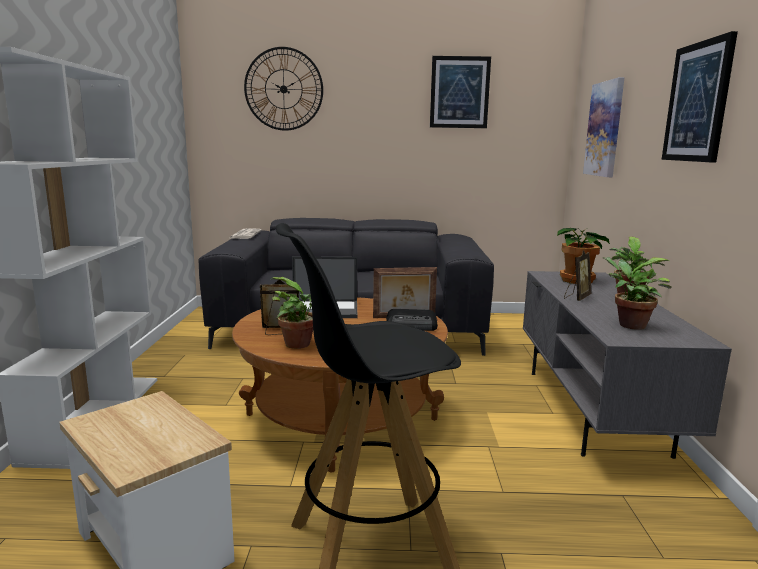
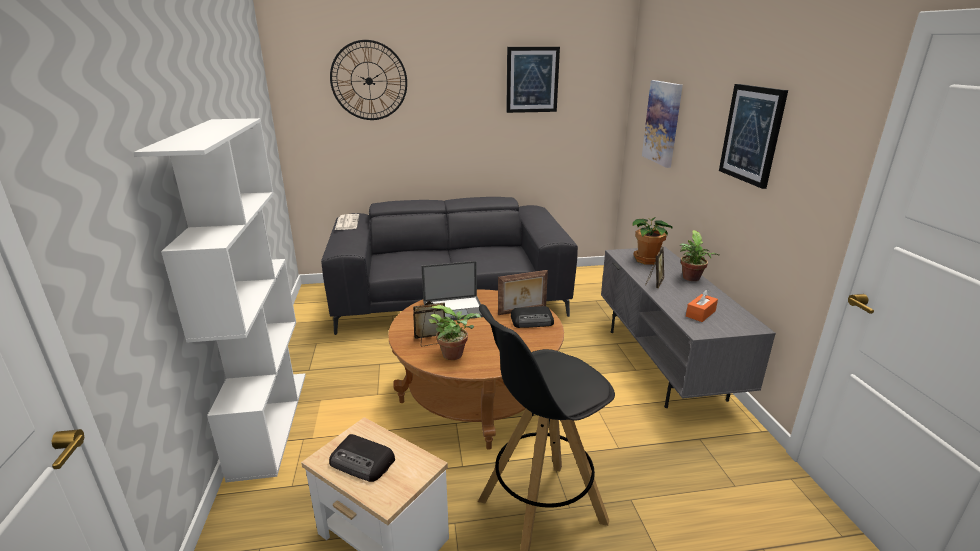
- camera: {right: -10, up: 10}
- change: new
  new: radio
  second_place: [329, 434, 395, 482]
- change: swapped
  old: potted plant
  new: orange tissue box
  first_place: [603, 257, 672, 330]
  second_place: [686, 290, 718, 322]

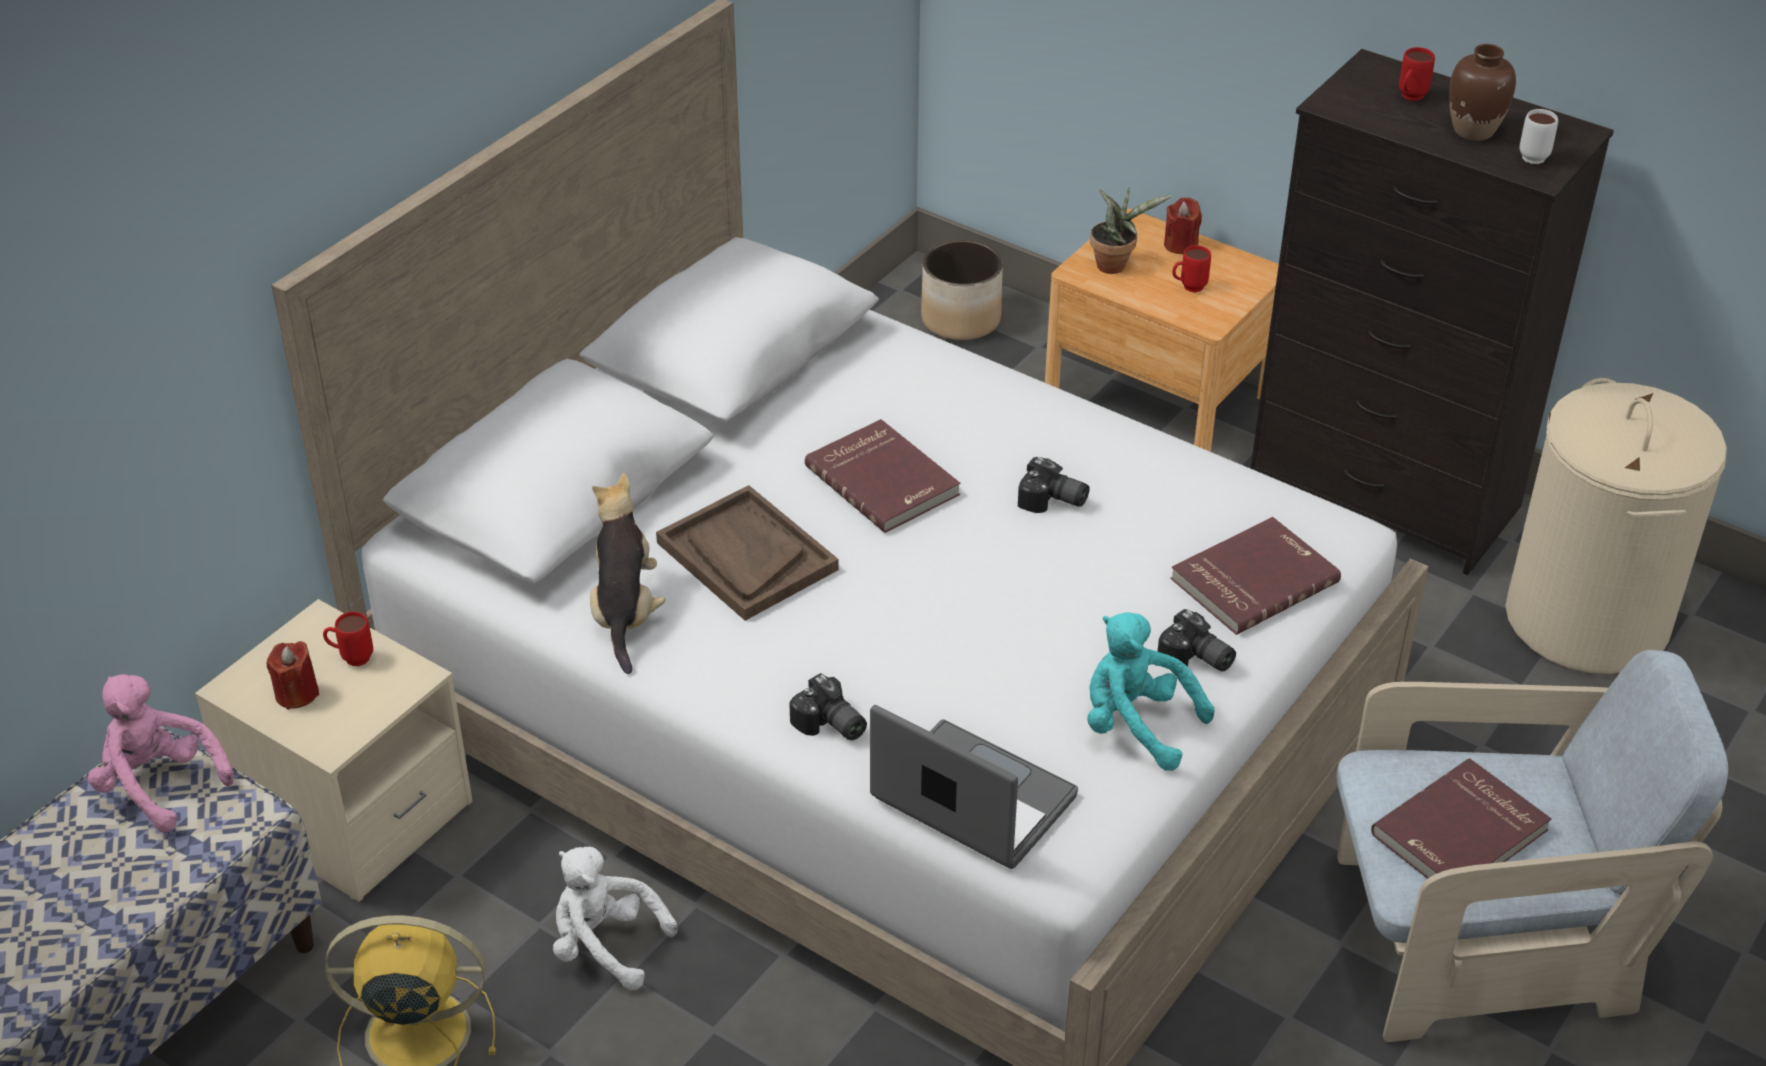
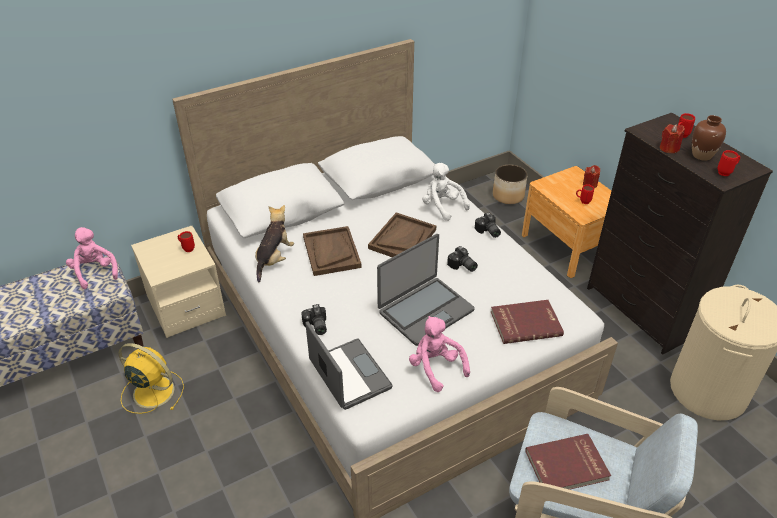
- camera: {right: 25, up: 0}
- change: gone
  old: potted plant
  first_place: [1090, 188, 1172, 274]
- change: new
  new: laptop
  second_place: [377, 234, 475, 346]
- change: shifted
  old: red candle
  first_place: [267, 641, 319, 710]
  second_place: [660, 124, 685, 153]
- change: shifted
  old: white plush toy
  first_place: [553, 847, 677, 990]
  second_place: [422, 163, 470, 221]
- change: shifted
  old: photo camera
  first_place: [1158, 609, 1236, 672]
  second_place: [475, 212, 501, 238]
- change: swapped
  old: red book
  new: brown tray
  first_place: [805, 419, 961, 533]
  second_place: [368, 213, 436, 257]
- change: repainted
  old: turquoise plush toy
  new: pink plush toy
  first_place: [1087, 612, 1215, 771]
  second_place: [409, 316, 470, 392]
- change: repainted
  old: white mug
  new: red mug
  first_place: [1519, 109, 1558, 164]
  second_place: [717, 150, 740, 176]

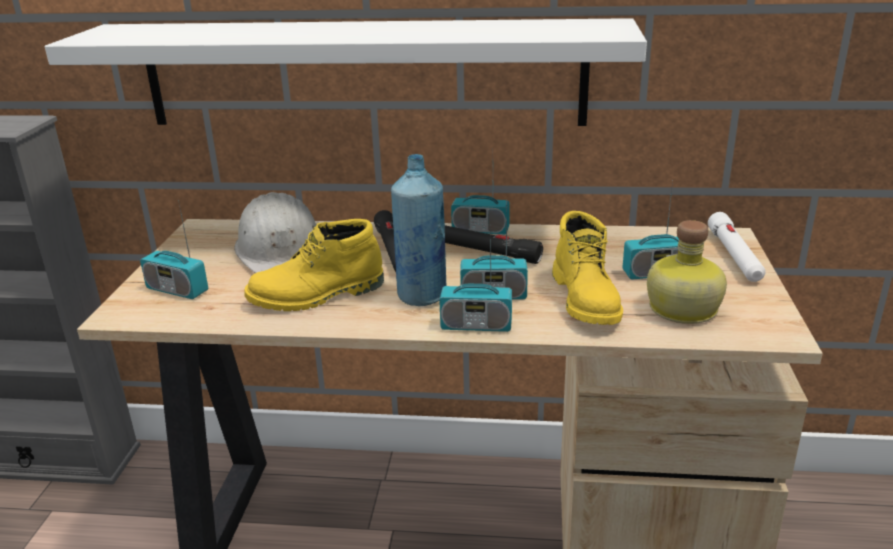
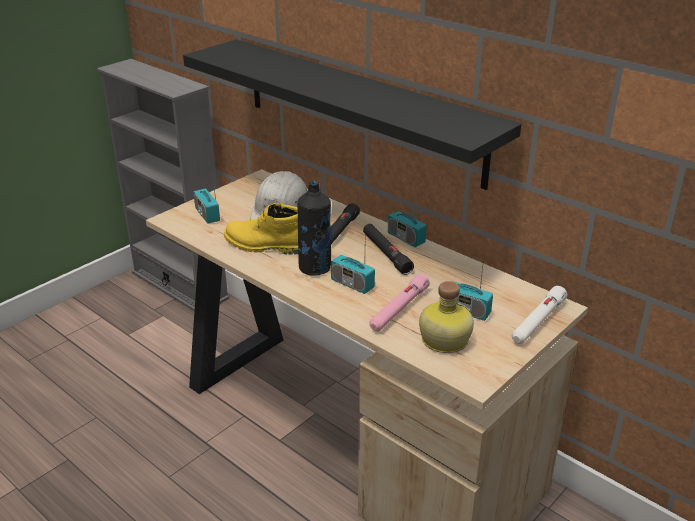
- camera: {right: 35, up: 5}
- change: gone
  old: radio
  first_place: [439, 225, 512, 332]
- change: swapped
  old: yellow boot
  new: pink flashlight
  first_place: [552, 211, 623, 325]
  second_place: [369, 274, 430, 331]
- change: repainted
  old: white shelf
  new: black shelf
  first_place: [45, 18, 647, 126]
  second_place: [183, 39, 521, 190]
- change: repainted
  old: blue bottle
  new: black bottle
  first_place: [391, 154, 446, 306]
  second_place: [297, 181, 331, 275]

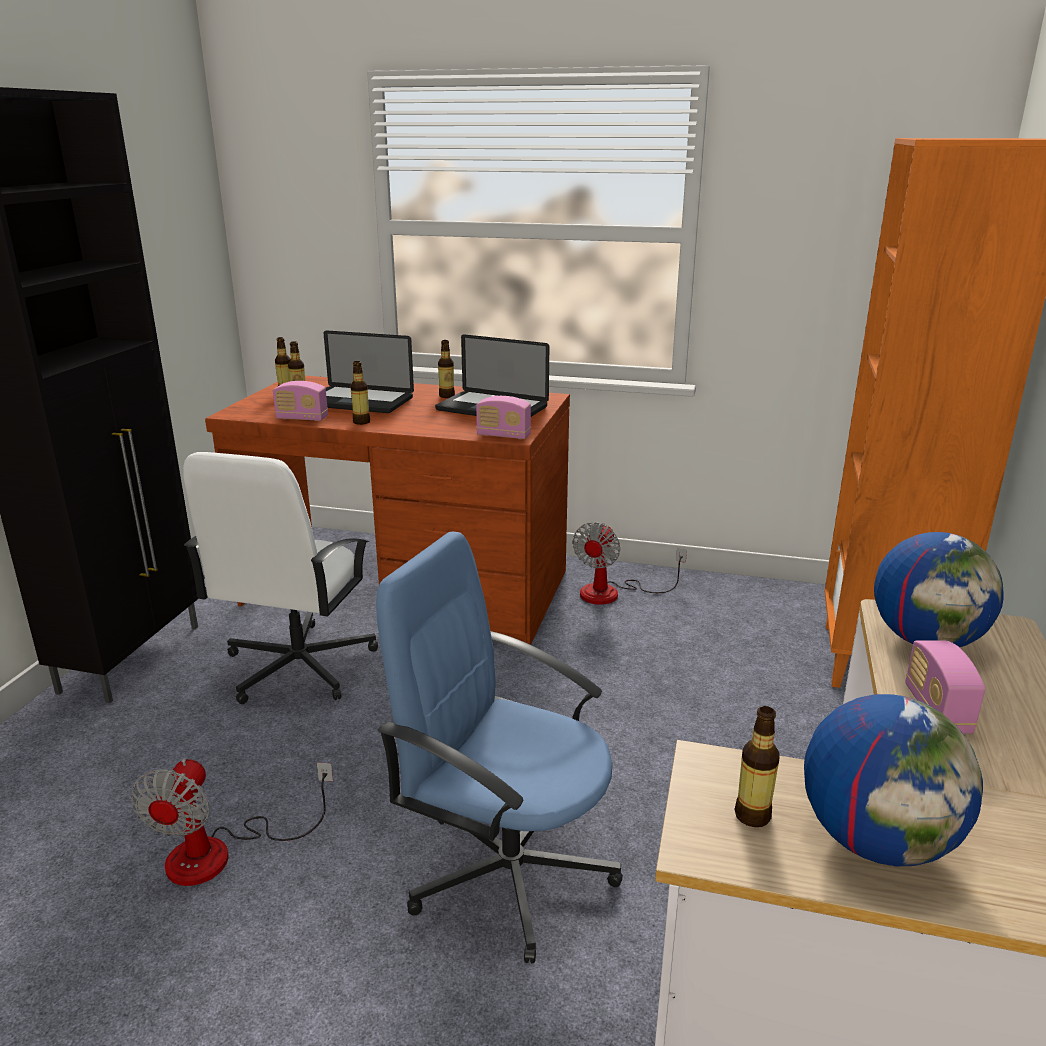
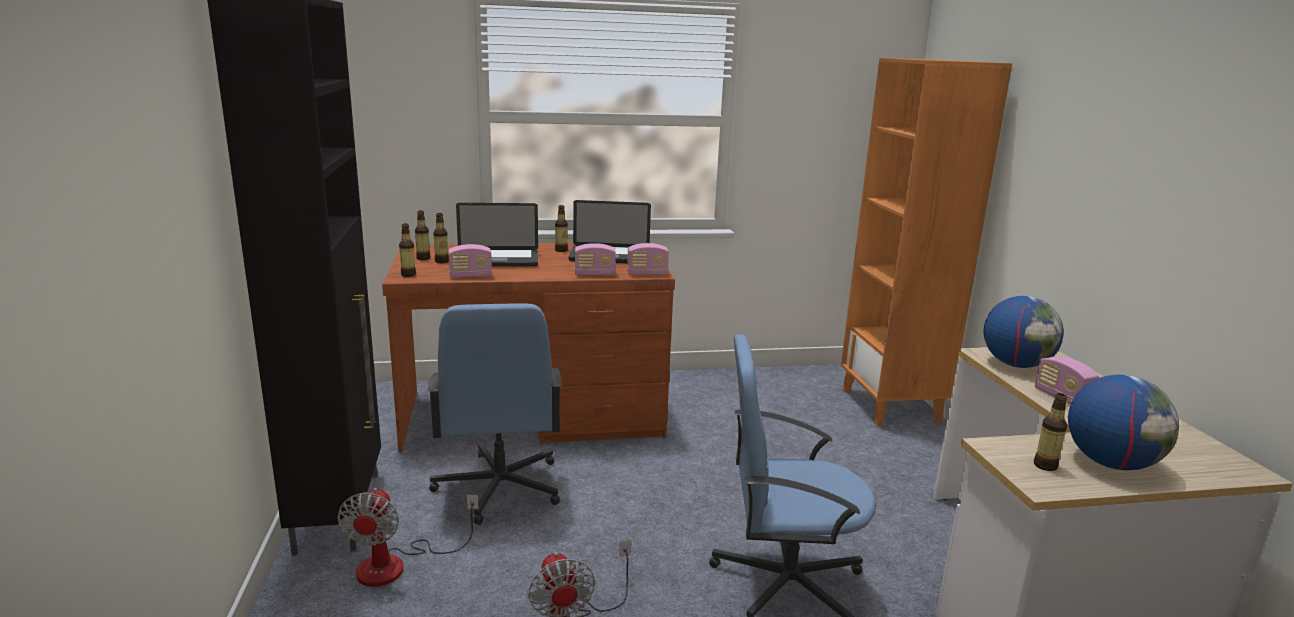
- camera: {right: -25, up: -5}
- change: new
  new: radio
  second_place: [575, 243, 616, 276]
- change: shifted
  old: bottle
  first_place: [350, 361, 370, 425]
  second_place: [399, 224, 416, 277]
- change: shifted
  old: fan
  first_place: [572, 522, 687, 605]
  second_place: [337, 488, 479, 587]
- change: repainted
  old: white office chair
  new: blue office chair
  first_place: [183, 452, 378, 704]
  second_place: [427, 303, 562, 525]

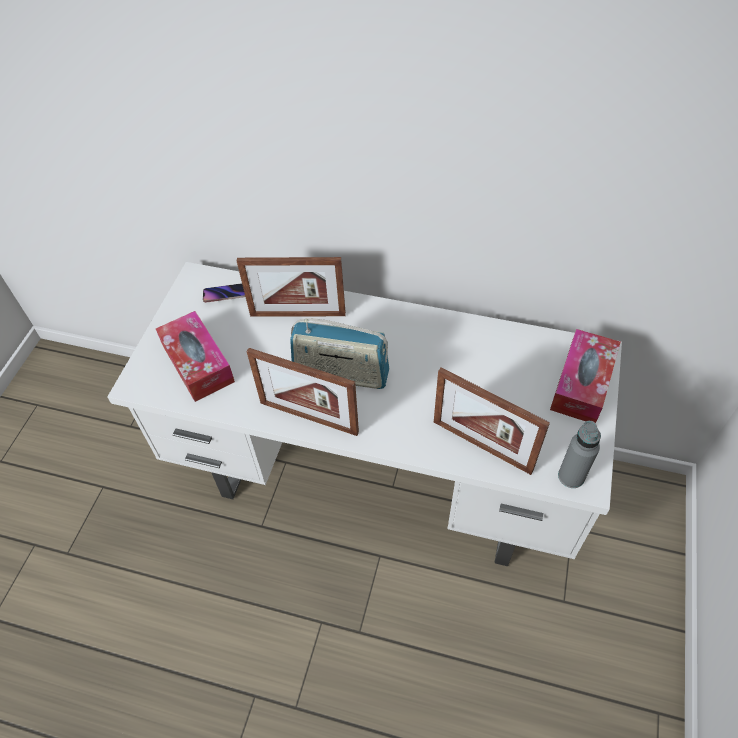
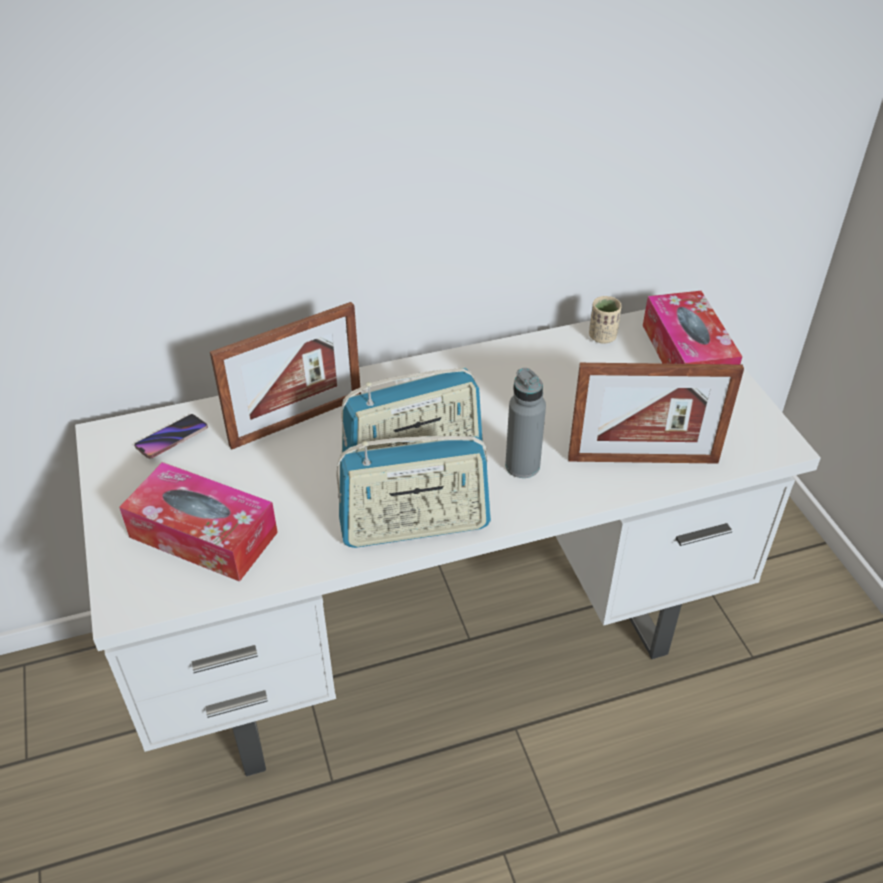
- camera: {right: -35, up: -10}
- change: new
  new: beige cup
  second_place: [589, 296, 622, 344]
- change: shifted
  old: grey bottle
  first_place: [558, 421, 601, 488]
  second_place: [505, 368, 546, 478]
- change: swapped
  old: picture frame
  new: radio
  first_place: [246, 348, 359, 436]
  second_place: [336, 435, 491, 548]

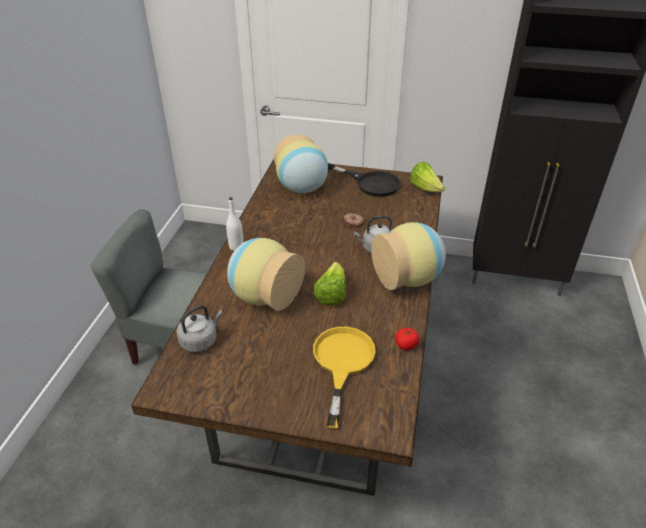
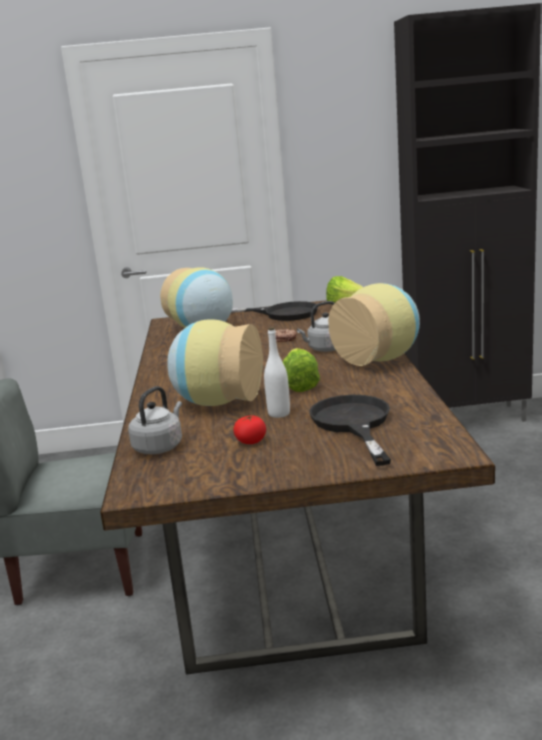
- camera: {right: -15, up: -20}
- change: shifted
  old: white bottle
  first_place: [226, 197, 244, 251]
  second_place: [264, 327, 290, 418]
- change: shifted
  old: tomato
  first_place: [395, 328, 419, 350]
  second_place: [233, 415, 266, 444]
- change: repainted
  old: yellow frying pan
  new: black frying pan
  first_place: [313, 327, 376, 429]
  second_place: [309, 395, 391, 466]

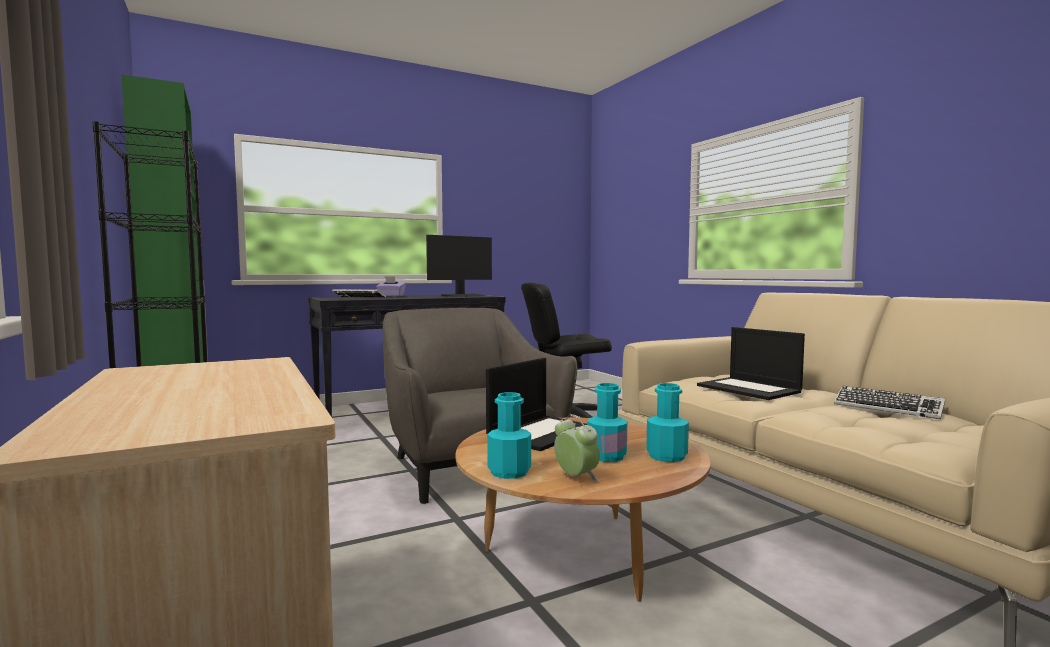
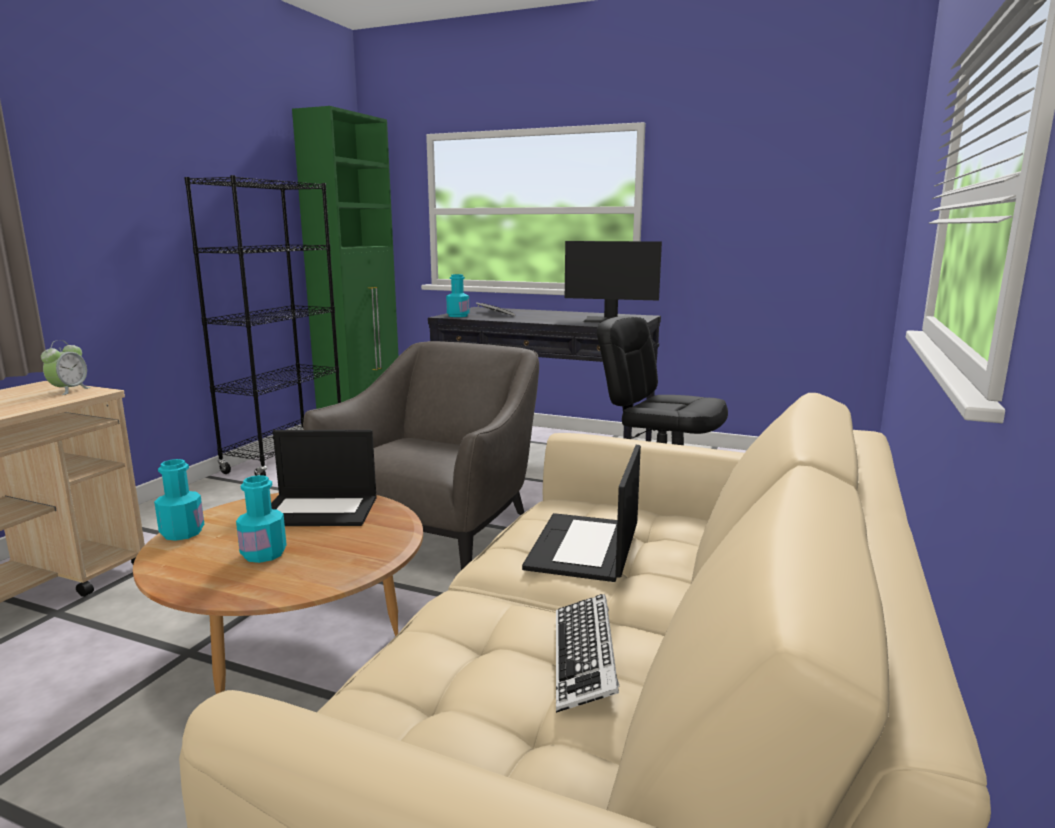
- camera: {right: 50, up: 10}
- change: gone
  old: purple tissue box
  first_place: [376, 276, 406, 297]
- change: shifted
  old: alarm clock
  first_place: [554, 414, 601, 482]
  second_place: [41, 340, 91, 395]
- change: shifted
  old: turquoise bottle
  first_place: [646, 383, 689, 462]
  second_place: [446, 274, 469, 317]

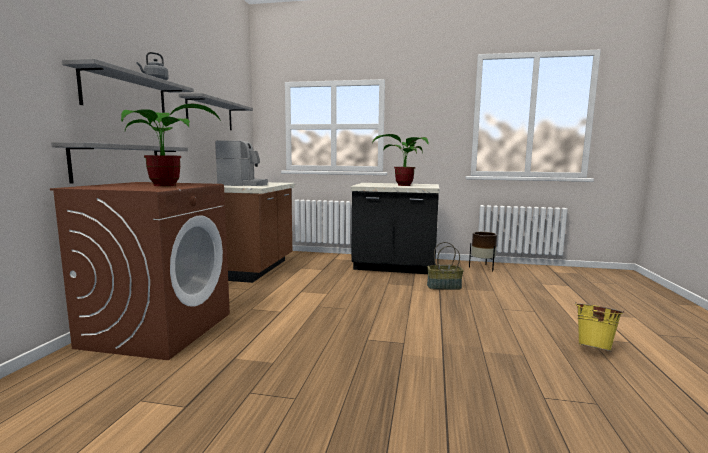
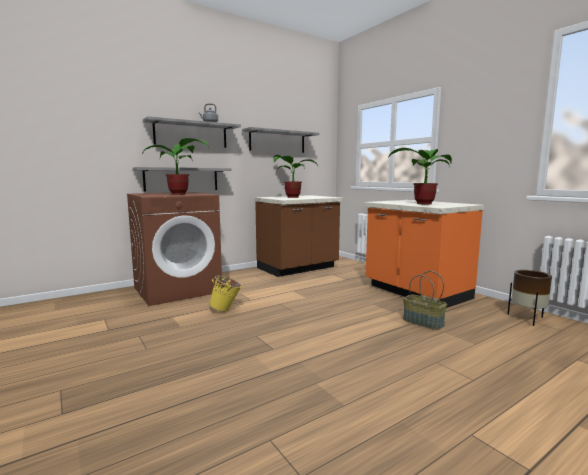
- camera: {right: 45, up: 0}
- change: shifted
  old: yellow bucket
  first_place: [575, 302, 624, 351]
  second_place: [209, 276, 242, 312]
- change: swapped
  old: coffee machine
  new: potted plant
  first_place: [215, 140, 268, 186]
  second_place: [273, 155, 318, 198]
- change: repainted
  old: black counter
  new: orange counter
  first_place: [351, 183, 440, 274]
  second_place: [365, 200, 484, 308]

